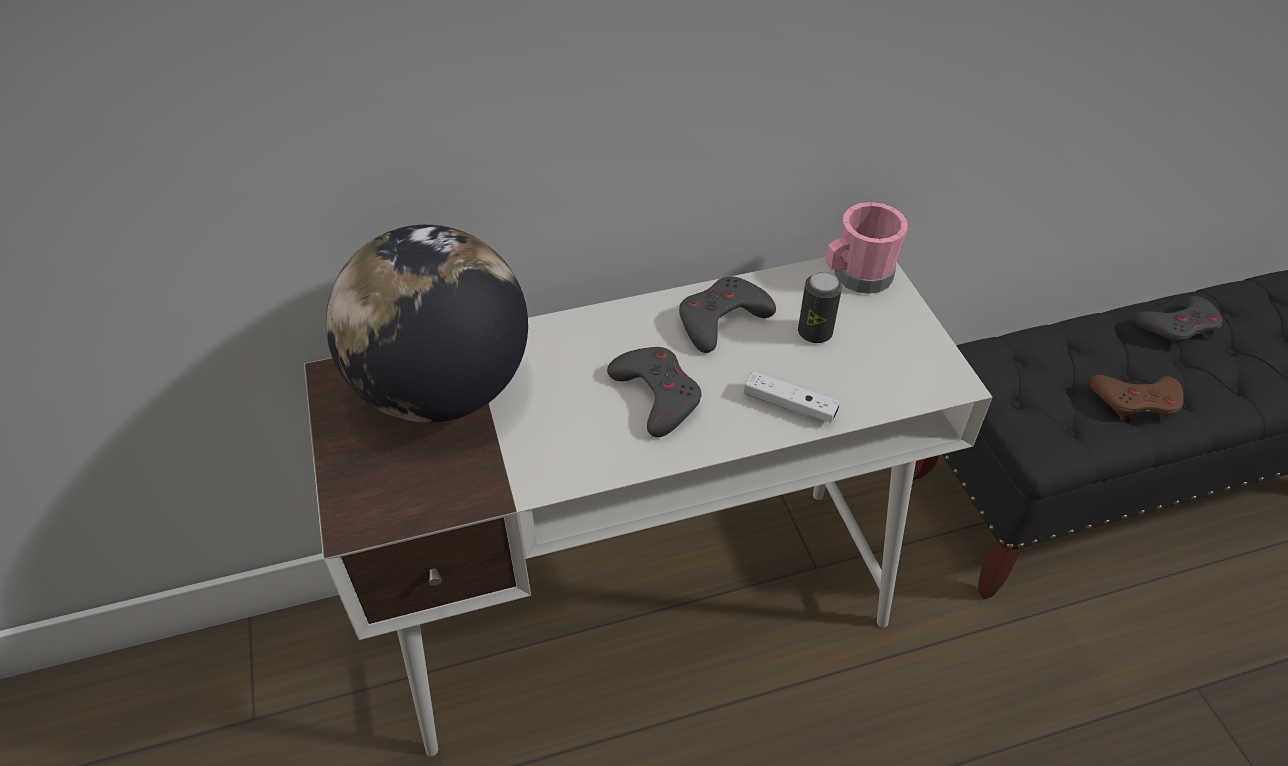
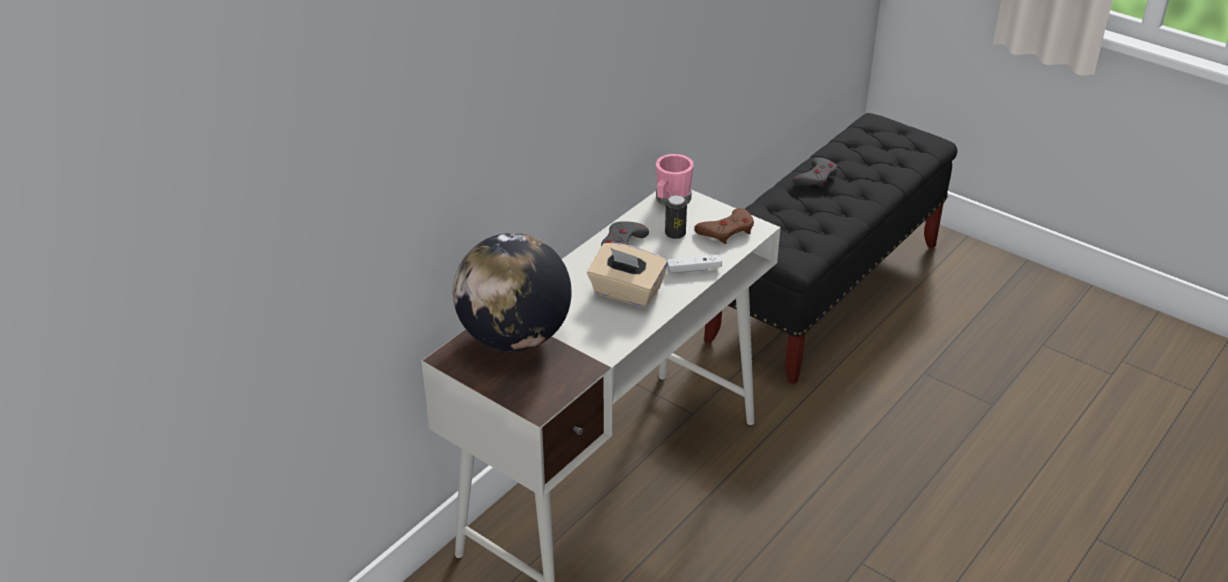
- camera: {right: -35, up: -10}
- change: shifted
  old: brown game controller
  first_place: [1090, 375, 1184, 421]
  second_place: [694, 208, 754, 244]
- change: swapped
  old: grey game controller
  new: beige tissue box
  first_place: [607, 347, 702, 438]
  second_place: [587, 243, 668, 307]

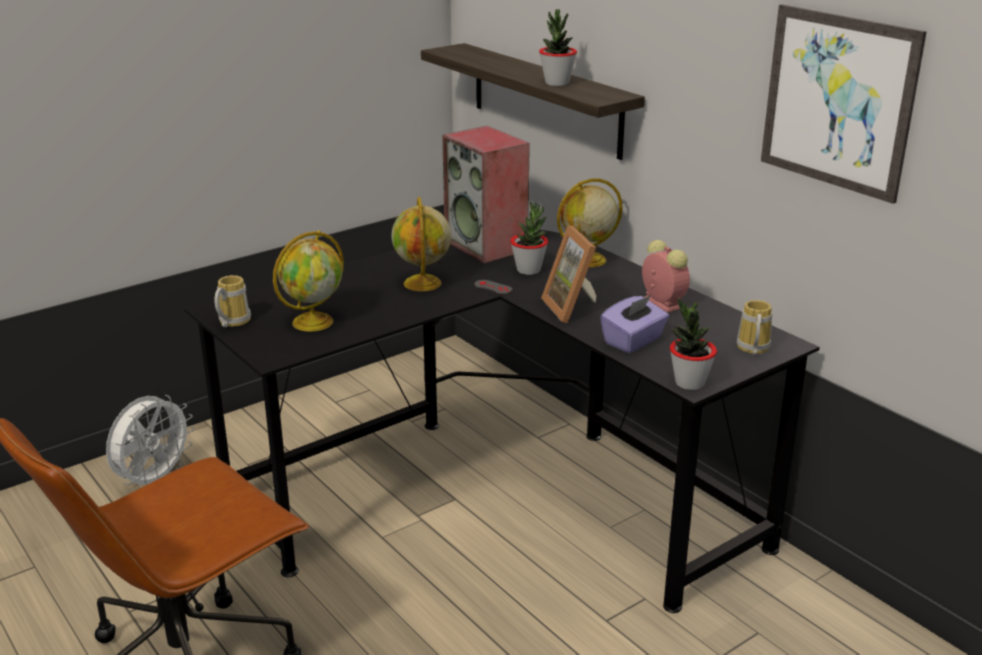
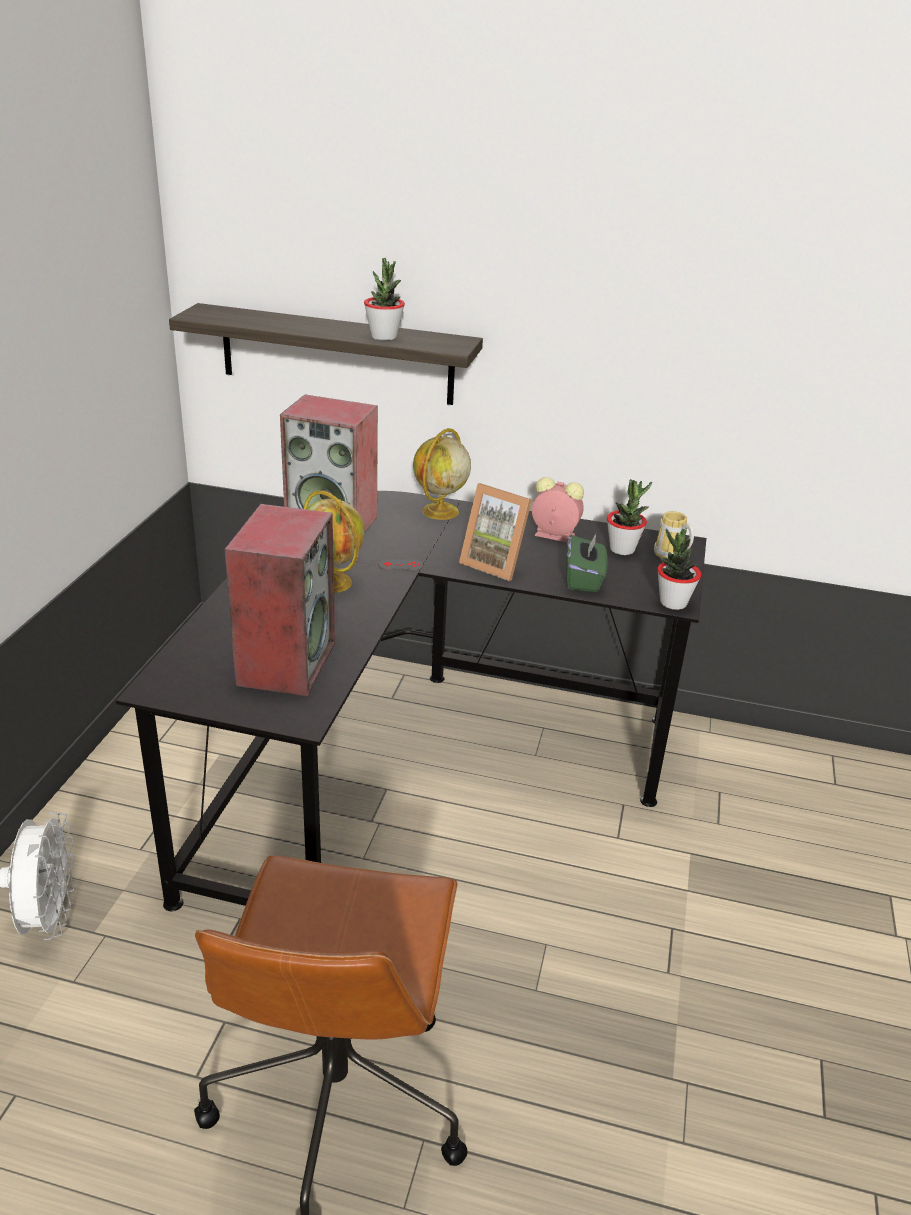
- camera: {right: -40, up: 5}
- change: gone
  old: mug
  first_place: [214, 275, 251, 327]
- change: gone
  old: picture
  first_place: [761, 4, 927, 204]
- change: shifted
  old: potted plant
  first_place: [510, 202, 548, 275]
  second_place: [607, 479, 652, 555]
- change: swapped
  old: globe
  new: speaker
  first_place: [273, 230, 344, 331]
  second_place: [225, 504, 335, 697]
- change: repainted
  old: purple tissue box
  new: green tissue box
  first_place: [600, 295, 669, 353]
  second_place: [566, 532, 608, 592]

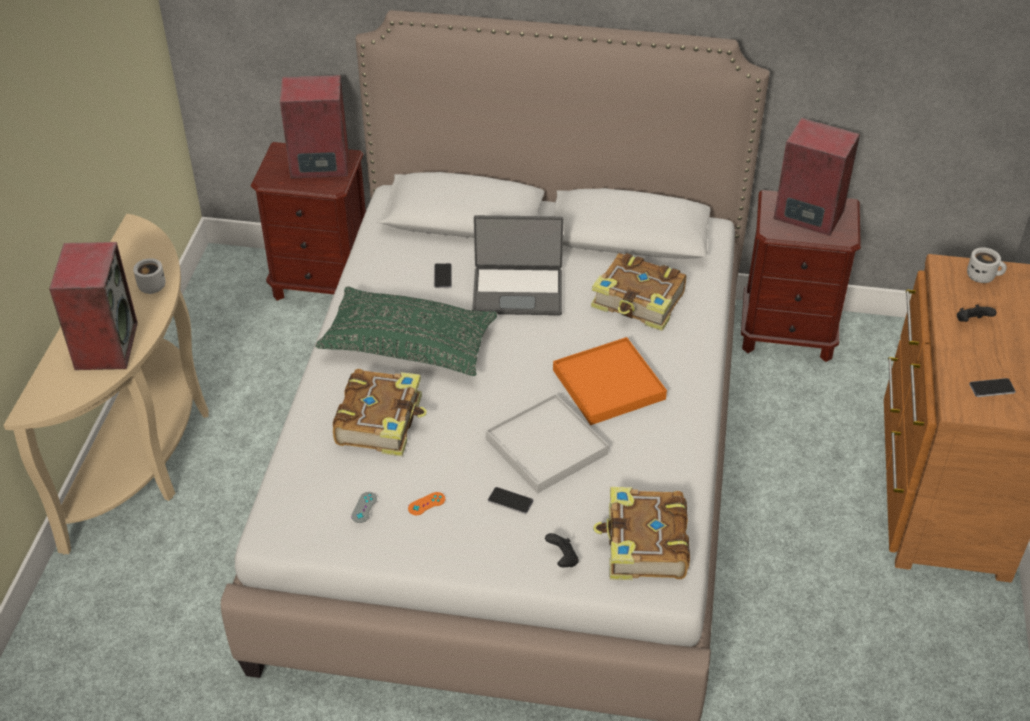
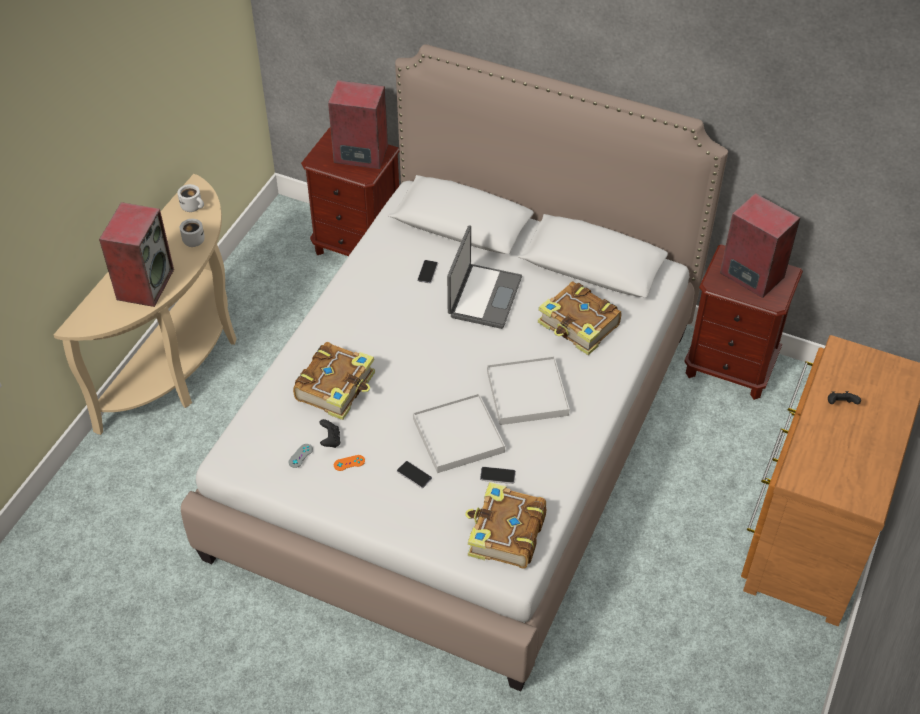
- camera: {right: 15, up: 5}
- change: gone
  old: green pillow
  first_place: [315, 286, 498, 376]
- change: shifted
  old: black game controller
  first_place: [545, 533, 579, 568]
  second_place: [319, 419, 340, 448]
- change: shifted
  old: white mug
  first_place: [967, 247, 1007, 283]
  second_place: [177, 184, 204, 212]
- change: shifted
  old: phone
  first_place: [969, 378, 1016, 397]
  second_place: [480, 467, 516, 484]
- change: repainted
  old: orange tray
  new: white tray
  first_place: [553, 337, 667, 425]
  second_place: [487, 356, 569, 425]
- change: rotated
  old: laptop
  first_place: [472, 215, 564, 315]
  second_place: [447, 225, 522, 329]
  degrees: -90

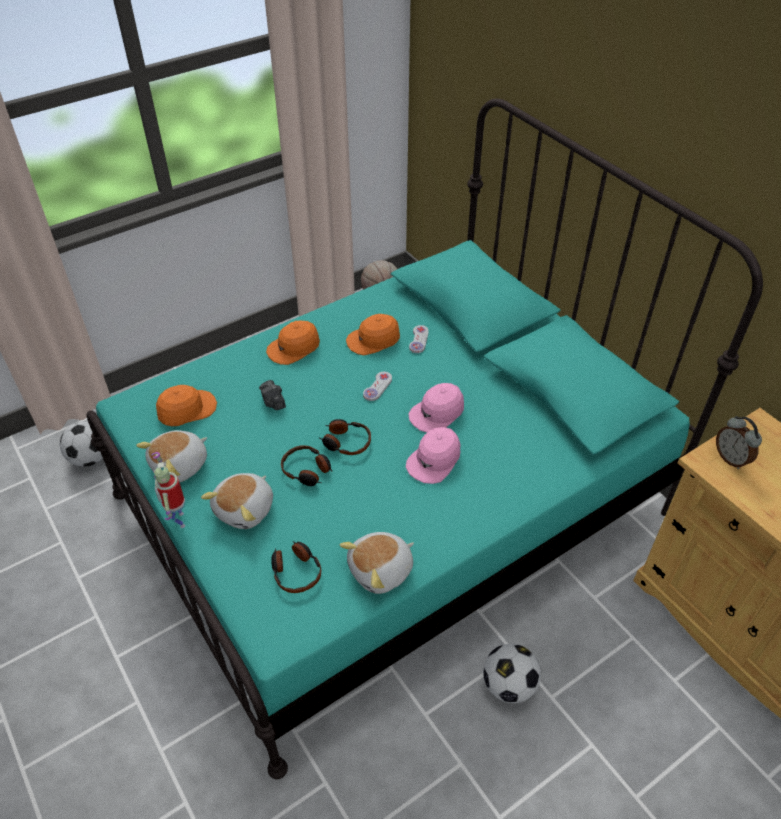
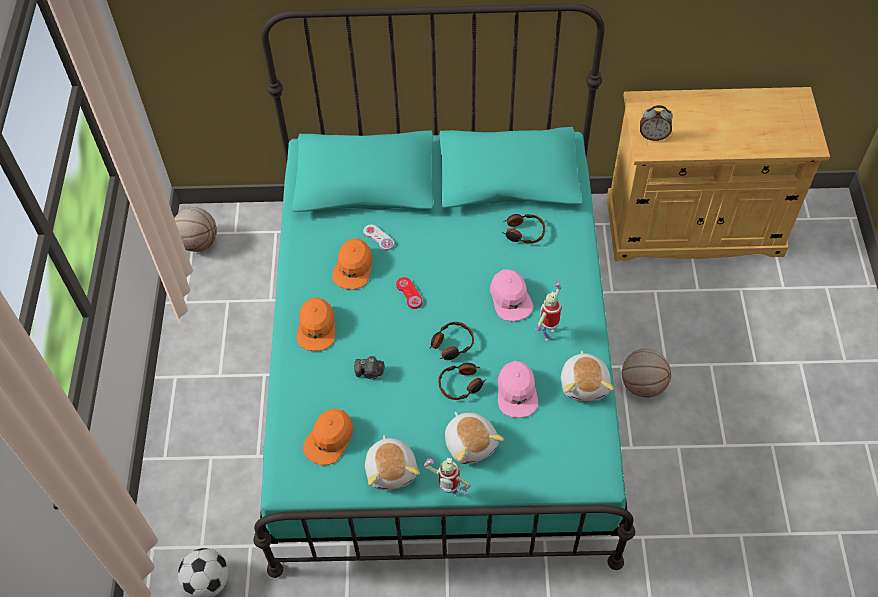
- camera: {right: -55, up: 10}
- change: new
  new: toy robot
  second_place: [536, 281, 561, 341]
- change: shifted
  old: headphones
  first_place: [271, 541, 321, 593]
  second_place: [502, 214, 545, 243]
- change: shifted
  old: pink cap
  first_place: [408, 383, 464, 432]
  second_place: [497, 361, 538, 418]
- change: swapped
  old: football
  new: basketball
  first_place: [483, 644, 541, 703]
  second_place: [621, 348, 671, 398]
- change: repainted
  old: white game controller
  new: red game controller
  first_place: [363, 372, 392, 401]
  second_place: [396, 277, 422, 309]
- change: rotated
  old: orange cap
  first_place: [156, 385, 217, 426]
  second_place: [303, 409, 353, 465]
  degrees: -150

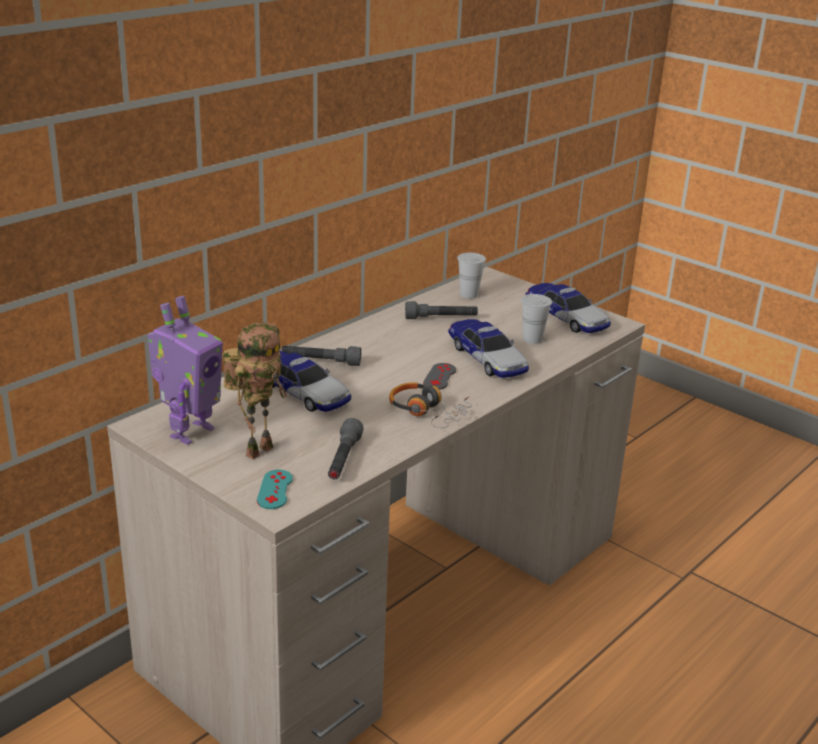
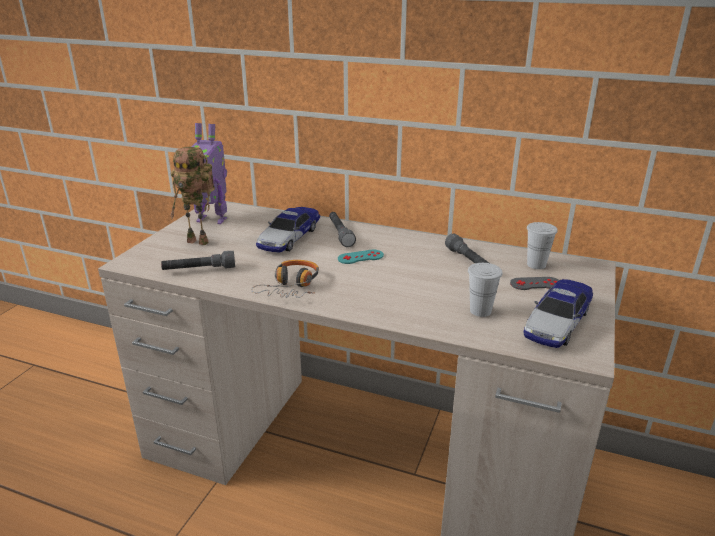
- camera: {right: 70, up: 0}
- change: gone
  old: toy car
  first_place: [448, 319, 529, 378]
- change: shifted
  old: turquoise game controller
  first_place: [257, 470, 293, 509]
  second_place: [338, 250, 384, 264]
- change: shifted
  old: grey game controller
  first_place: [423, 363, 456, 390]
  second_place: [510, 277, 559, 290]

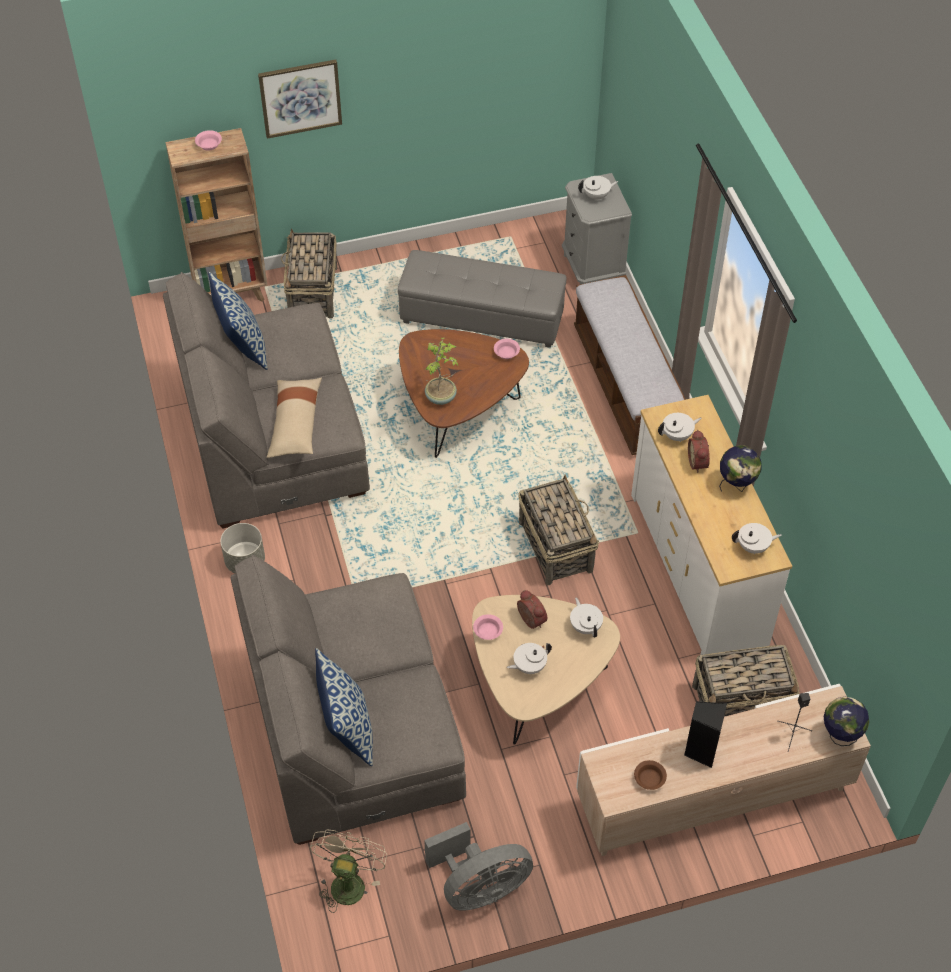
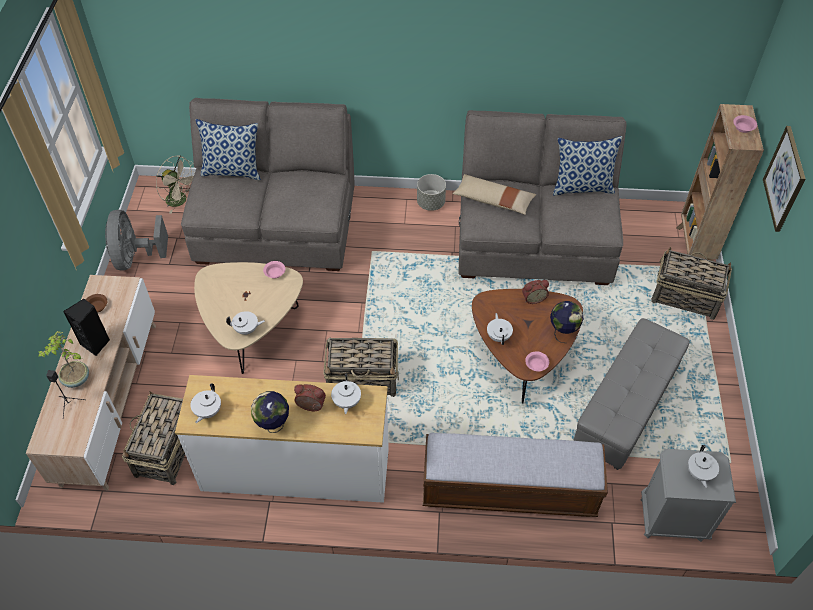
- camera: {right: 110, up: 0}
- change: shifted
  old: potted plant
  first_place: [425, 337, 458, 405]
  second_place: [38, 331, 89, 388]
- change: shifted
  old: white teapot
  first_place: [507, 643, 552, 674]
  second_place: [487, 313, 513, 345]
- change: shifted
  old: alarm clock
  first_place: [517, 590, 547, 629]
  second_place: [522, 280, 549, 304]
- change: shifted
  old: globe
  first_place: [824, 697, 869, 746]
  second_place: [550, 301, 583, 343]

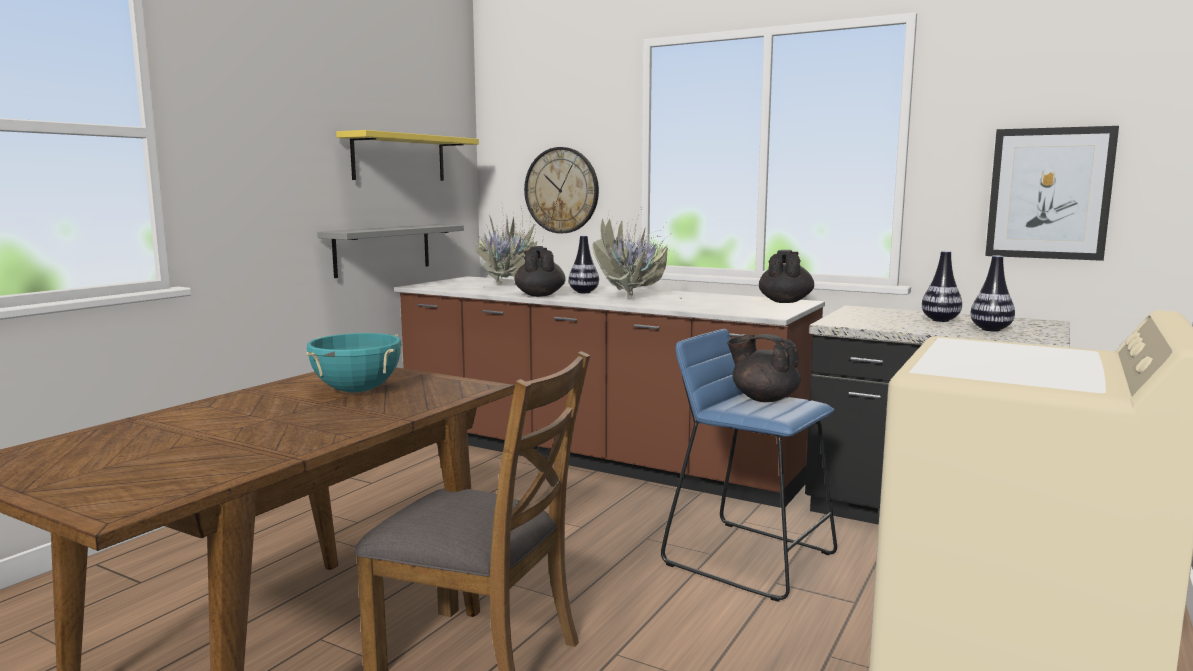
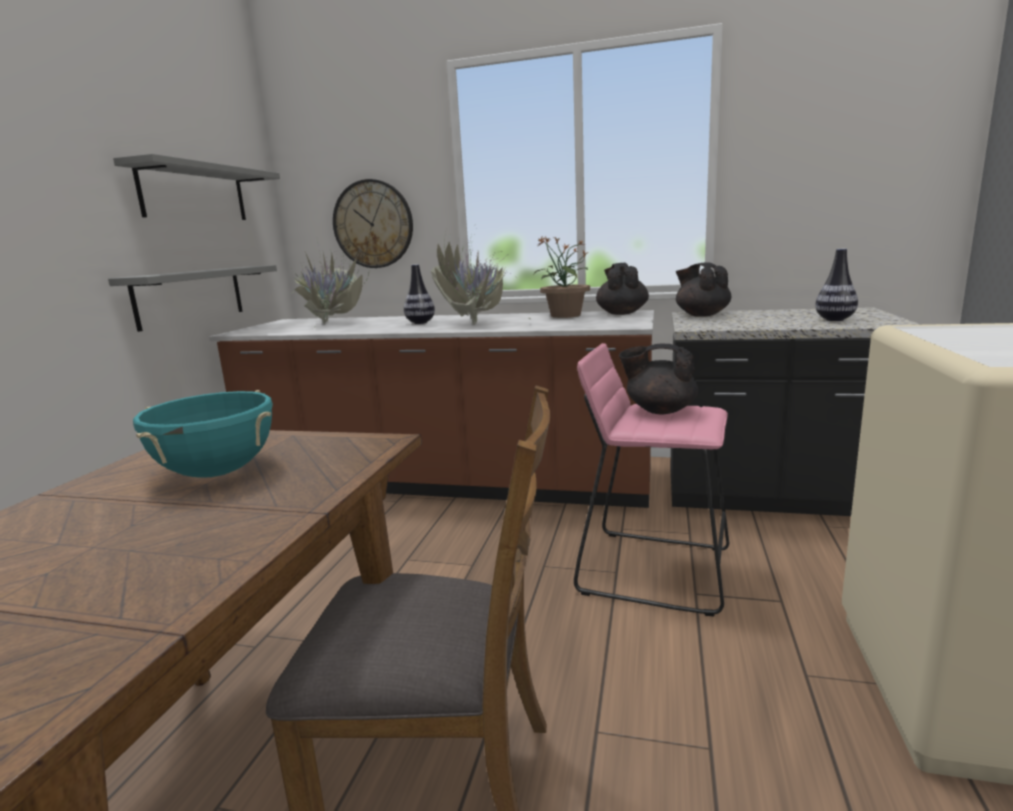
- camera: {right: -15, up: 5}
- change: gone
  old: vase
  first_place: [922, 251, 962, 322]
- change: gone
  old: picture
  first_place: [985, 126, 1119, 261]
- change: new
  new: potted plant
  second_place: [534, 236, 590, 318]
- change: shifted
  old: black teapot
  first_place: [514, 246, 566, 297]
  second_place: [676, 262, 731, 317]
- change: repainted
  old: yellow shelf
  new: grey shelf
  first_place: [336, 130, 479, 181]
  second_place: [113, 154, 280, 220]
- change: repainted
  old: blue stool
  new: pink stool
  first_place: [661, 329, 837, 602]
  second_place: [574, 343, 729, 616]

